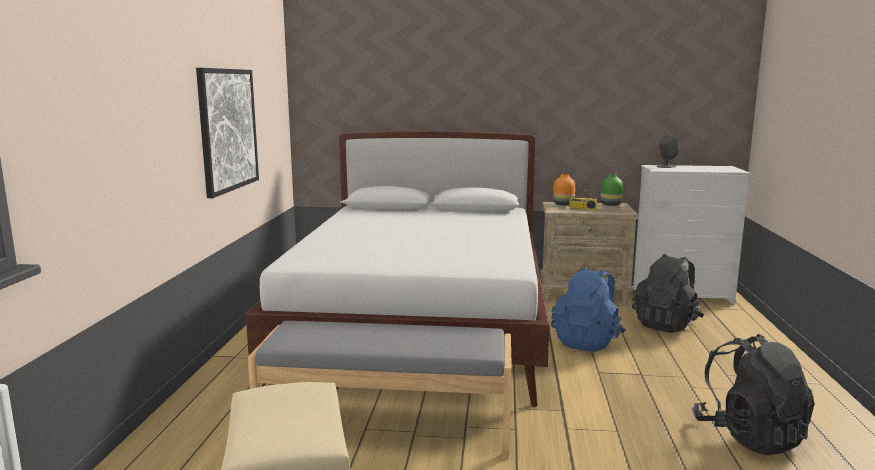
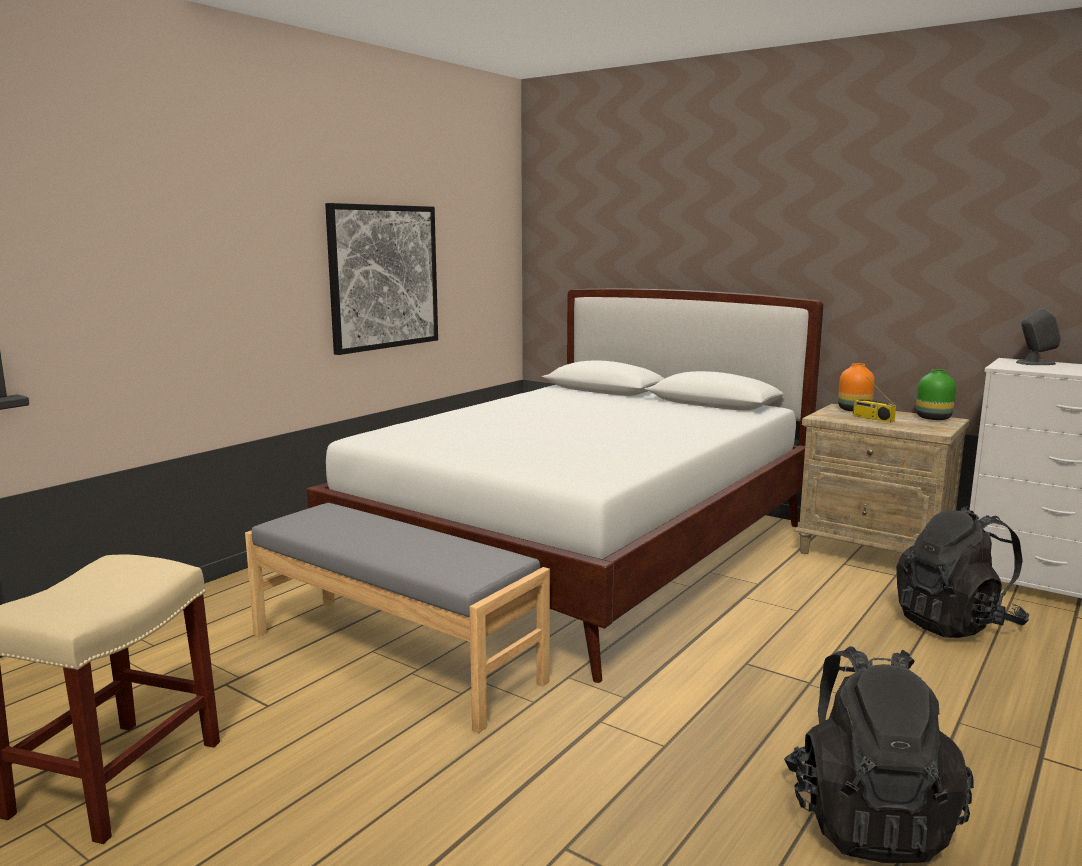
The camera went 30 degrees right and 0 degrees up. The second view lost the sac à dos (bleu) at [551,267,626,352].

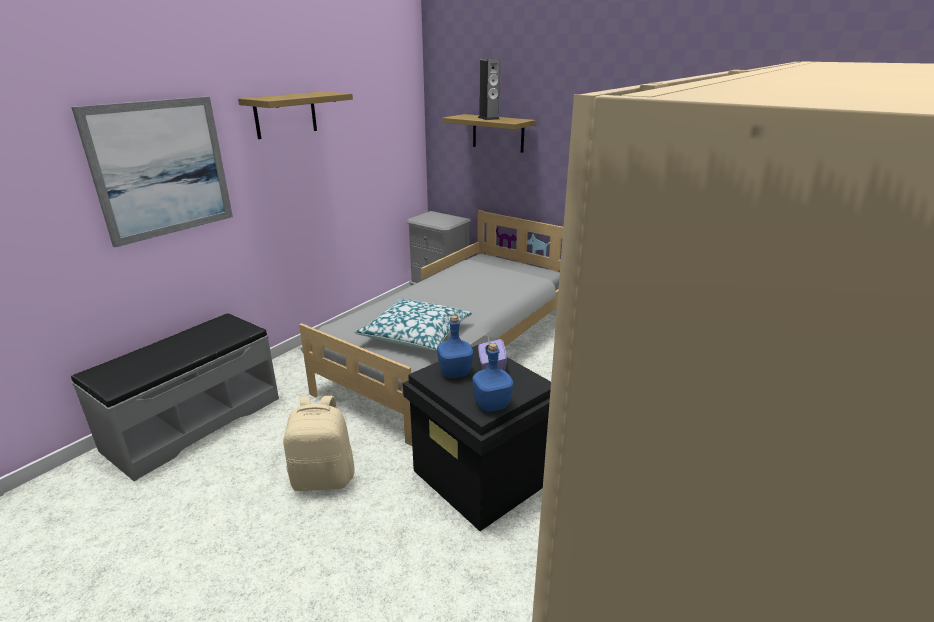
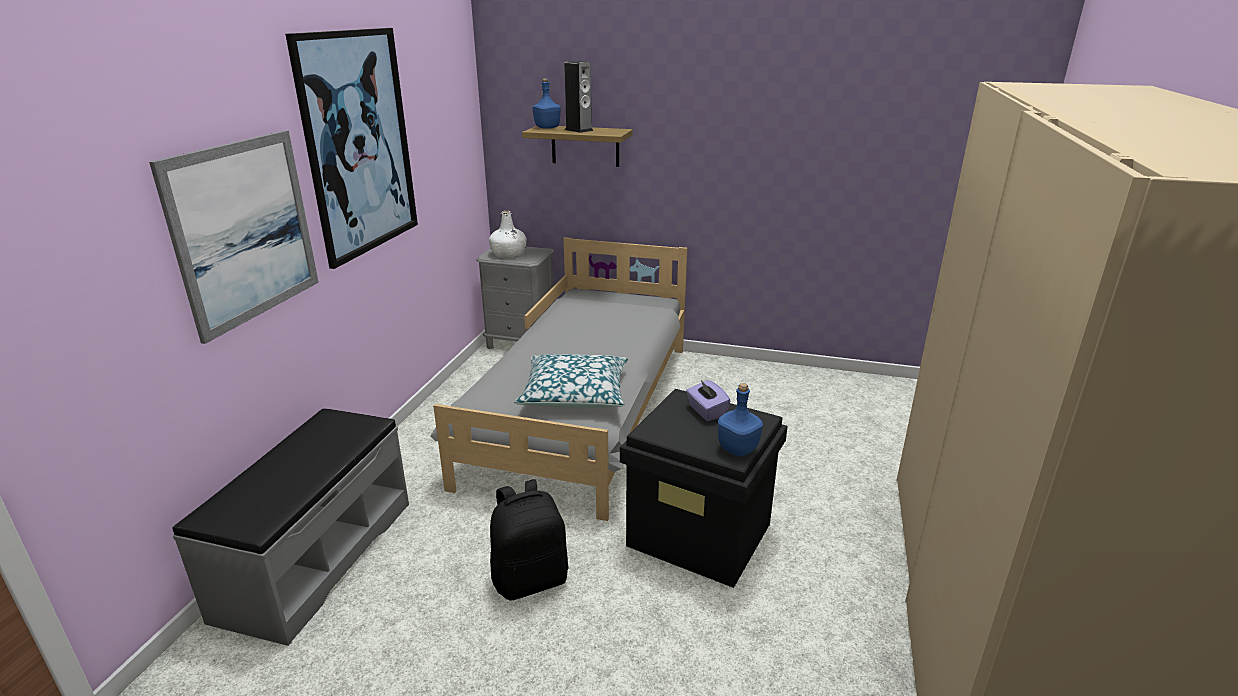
The camera went 20 degrees left and 0 degrees up. The second view gained the bouteille (blanc) at [489,210,527,258]. The bouteille (bleu) ended up elsewhere, having gone from [437,315,473,378] to [533,78,561,129]. Where the étagère hung at [238,92,353,139], the tableau came to hang at [285,28,418,269]. What was the sac à dos (beige) at [283,396,355,491] turned into the sac à dos (noir) at [490,479,568,601].

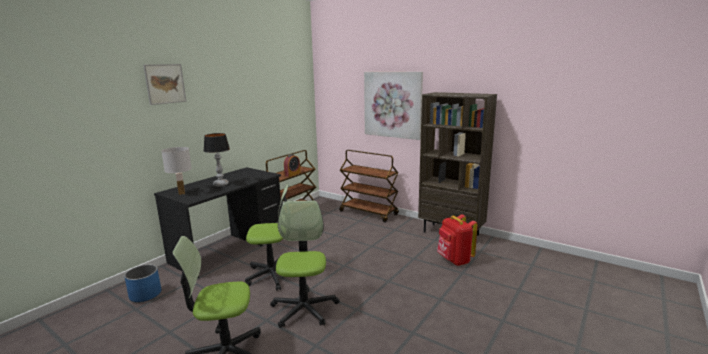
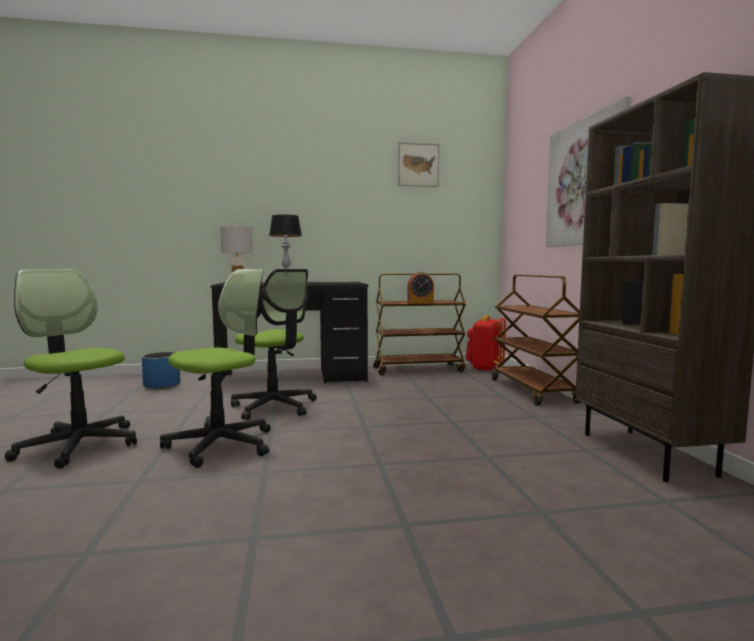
The camera went 45 degrees right and 10 degrees down. The tableau ended up elsewhere, having gone from [143,64,186,105] to [398,142,440,187]. The sac à dos (rouge) ended up elsewhere, having gone from [437,214,478,266] to [465,315,506,371].

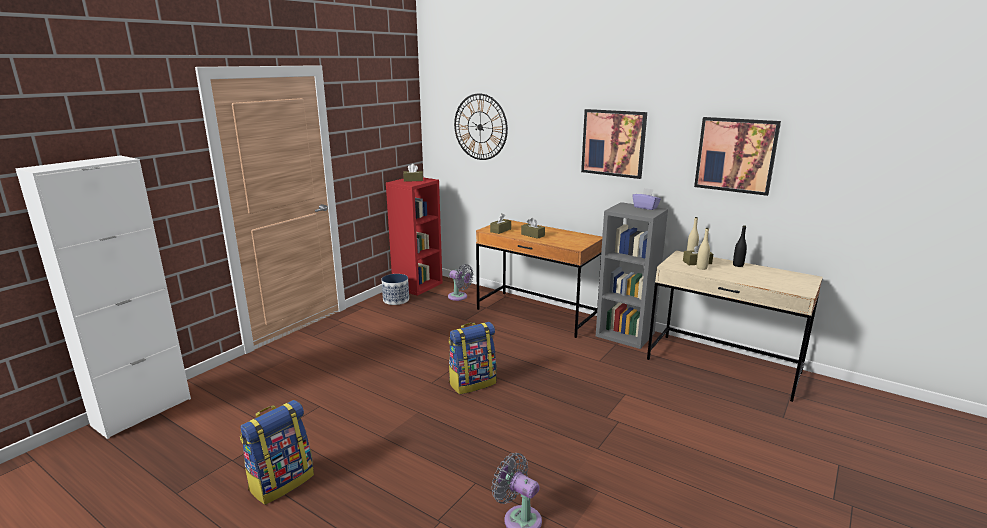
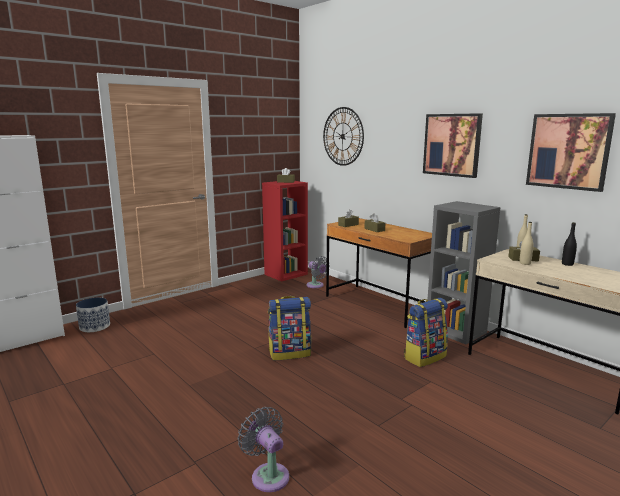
The camera went 15 degrees right and 5 degrees down. The second view lost the boîte à mouchoirs (violet) at [633,188,661,210]. The sac à dos ended up elsewhere, having gone from [240,400,314,505] to [404,298,448,367]. The cache-pot ended up elsewhere, having gone from [381,274,409,305] to [76,298,110,332].

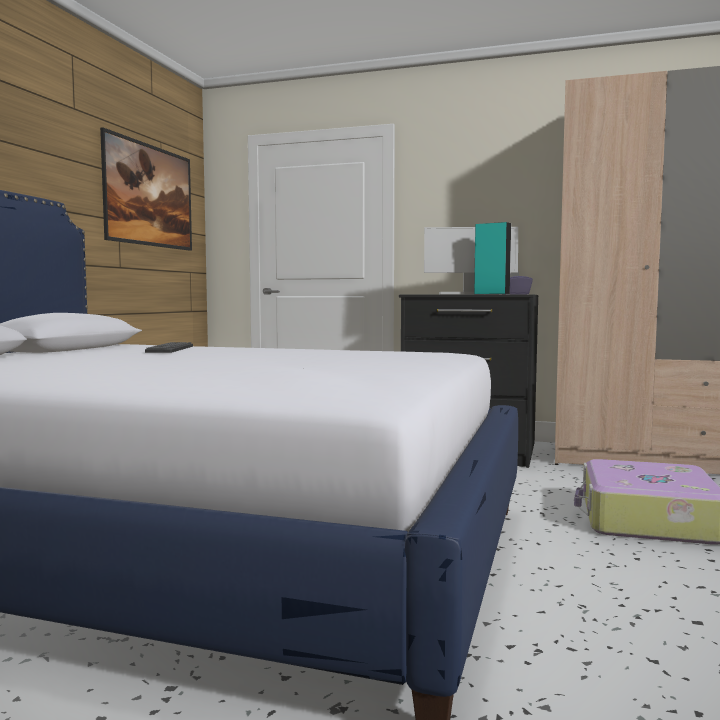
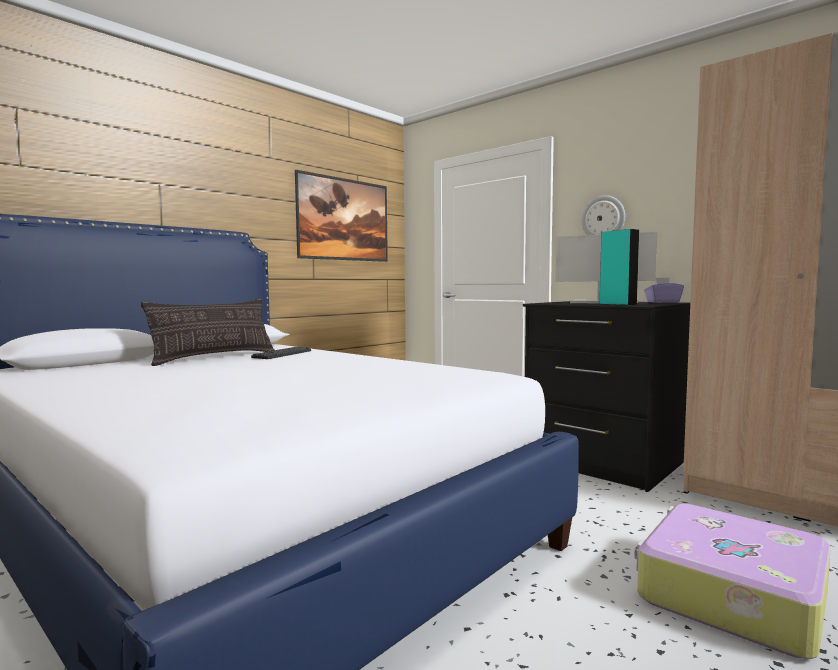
The camera went 25 degrees right and 0 degrees up. The second view gained the coussin at [141,298,274,366]. The second view gained the horloge murale at [581,195,625,235].

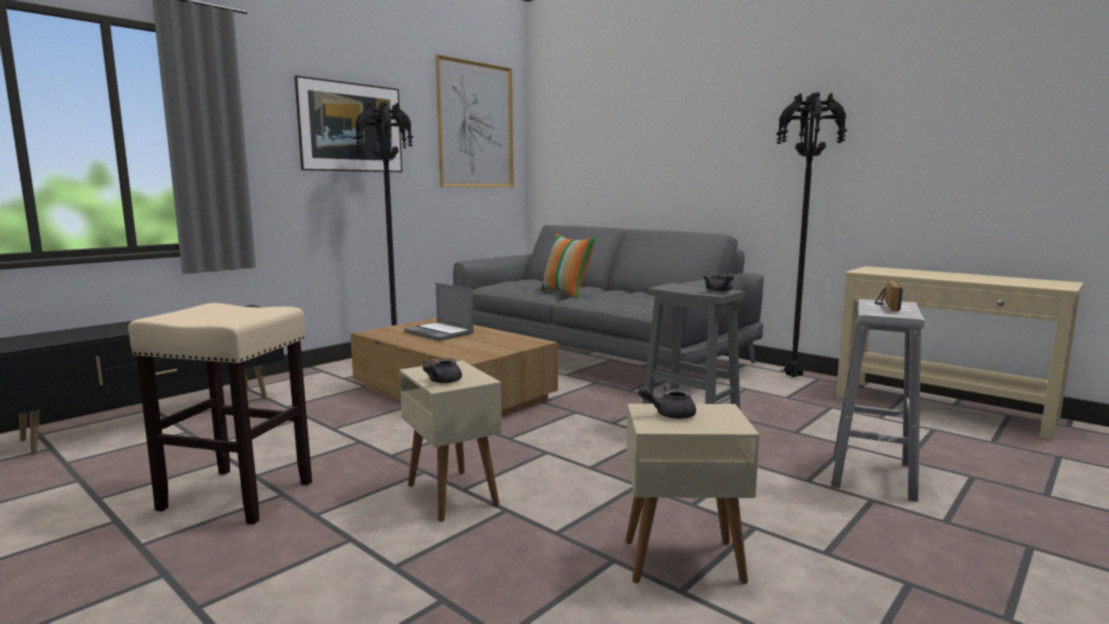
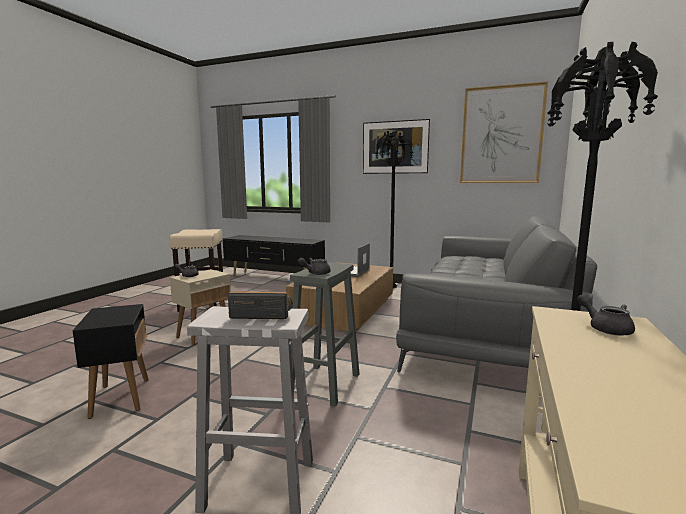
The camera went 70 degrees right and 0 degrees up. The second view lost the coussin at [540,233,596,299]. The théière (gris) ended up elsewhere, having gone from [638,385,696,419] to [577,294,635,335]. What was the table d'appoint (beige) at [625,404,759,584] turned into the table d'appoint (noir) at [73,304,149,419].

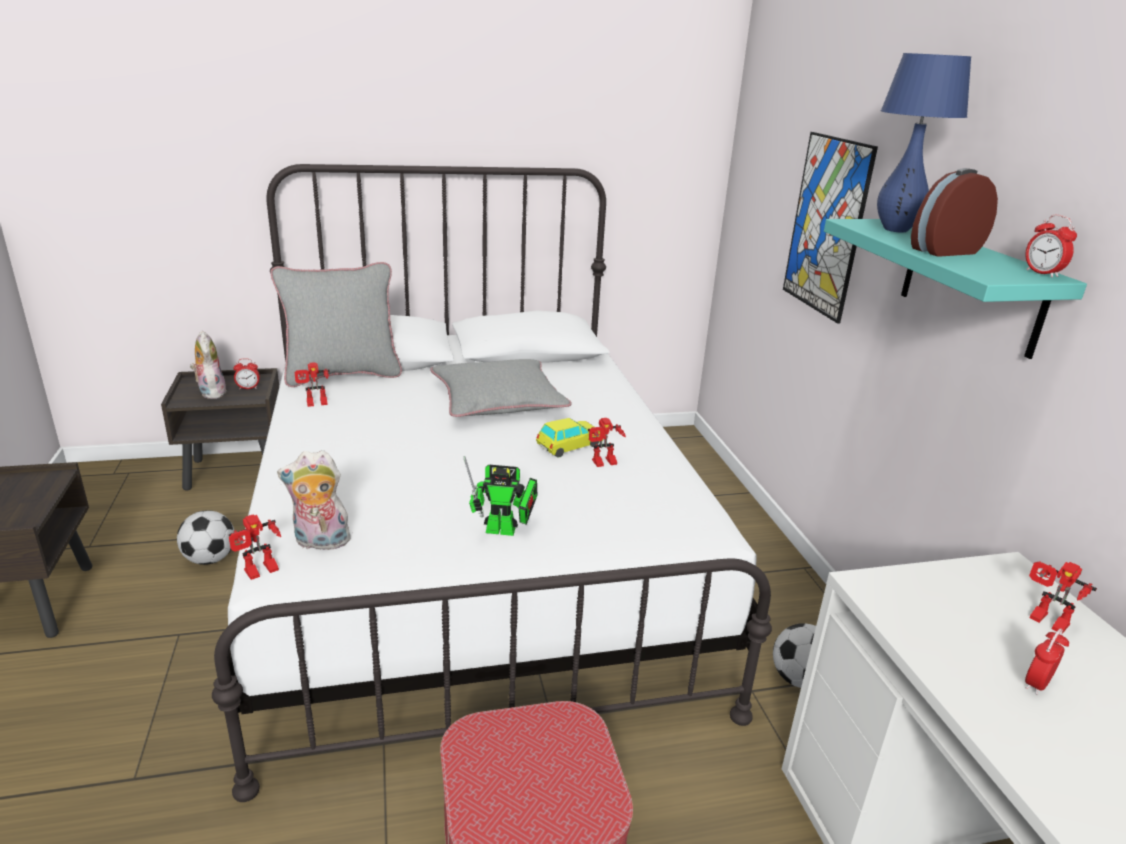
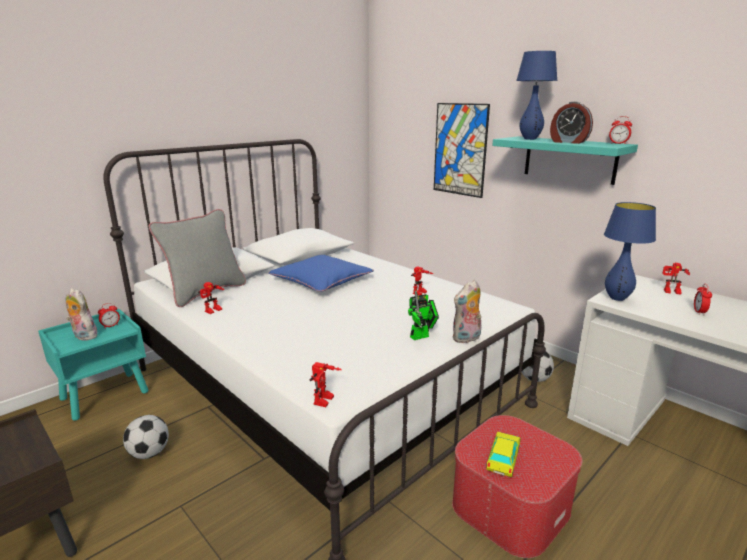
The camera went 30 degrees left and 5 degrees down. The second view gained the lampe de table (bleu) at [604,202,656,301]. The peluche ended up elsewhere, having gone from [277,450,353,550] to [453,280,481,344]. The petite voiture ended up elsewhere, having gone from [536,418,603,458] to [486,431,521,477]. What was the table de chevet (marron) at [161,368,279,491] turned into the table de chevet (turquoise) at [38,309,148,421]. What was the coussin (gris) at [430,359,572,417] turned into the coussin (bleu) at [268,255,374,292]. The réveil at [911,168,998,256] ended up facing another way, 90 degrees counterclockwise from before.

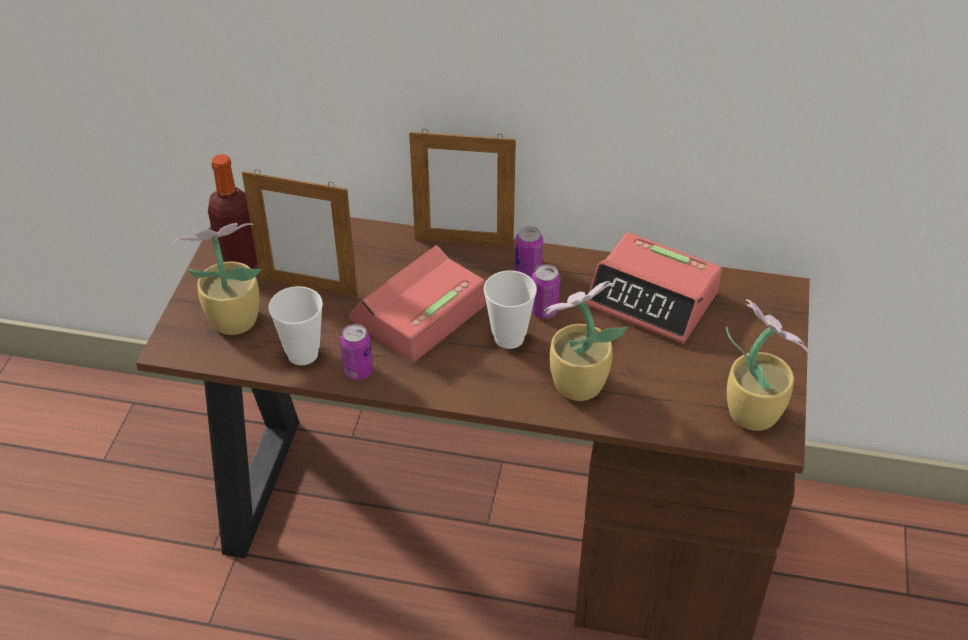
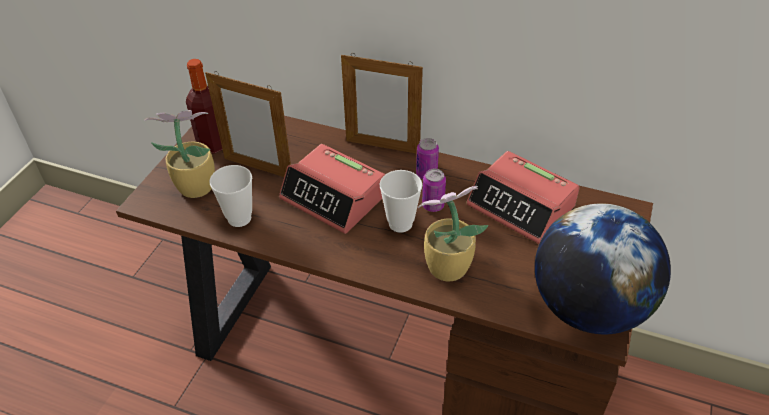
The camera went 10 degrees right and 0 degrees up. The second view lost the boîte métallique at [340,324,373,380]. Where the plante en pot stood at [726,299,808,431], the globe came to stand at [535,203,671,335]. The réveil at [349,245,485,362] ended up facing another way, 105 degrees counterclockwise from before.

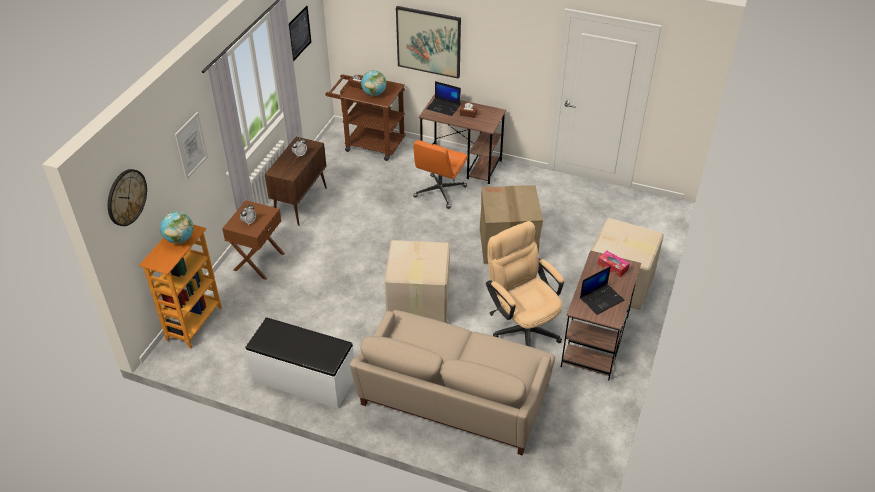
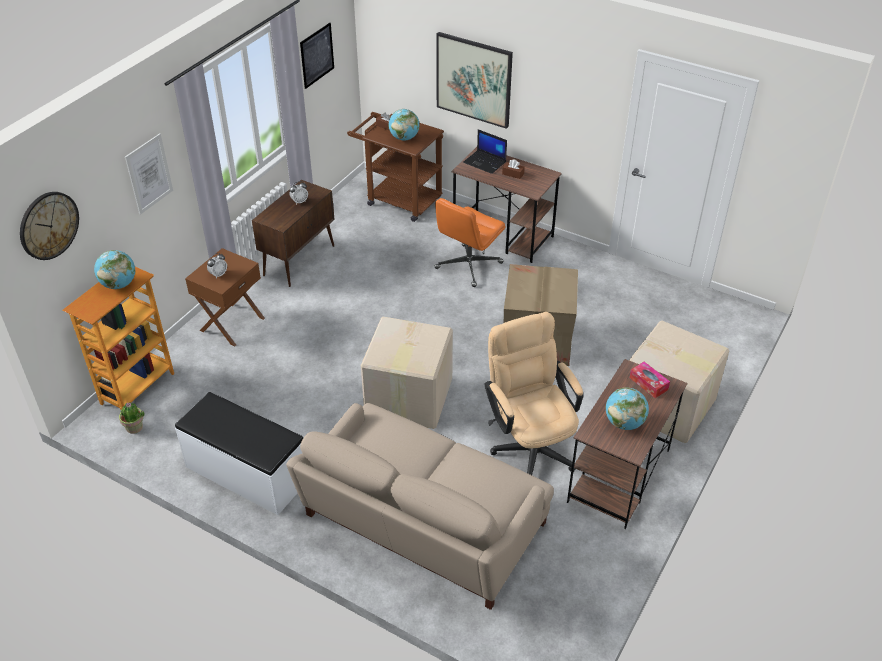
The camera went 10 degrees right and 0 degrees up. The second view gained the plante en pot at [119,402,145,434]. Where the ordinateur portable stood at [580,266,624,315], the globe came to stand at [606,387,649,430].

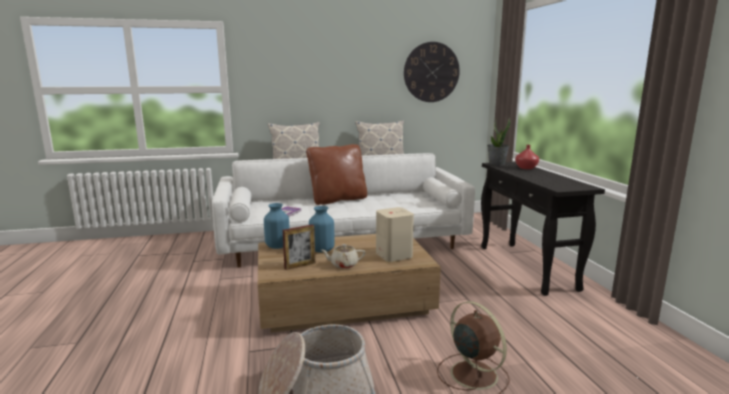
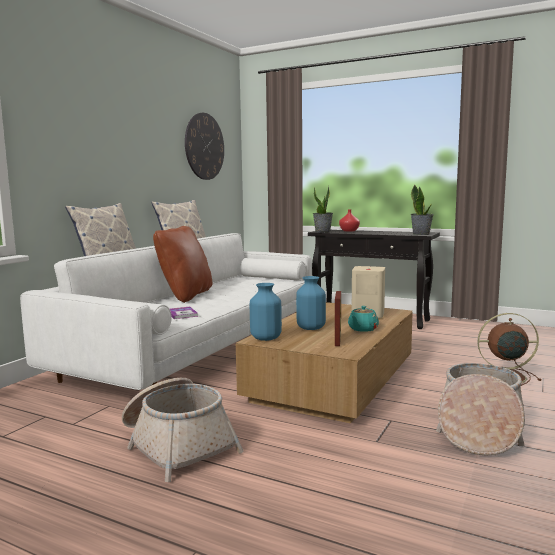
The camera went 50 degrees left and 5 degrees down. The second view gained the panier at [122,378,244,482]. The second view gained the plante en pot at [411,184,434,235]. What was the théière (beige) at [321,244,365,269] turned into the théière (turquoise) at [348,306,379,332].

